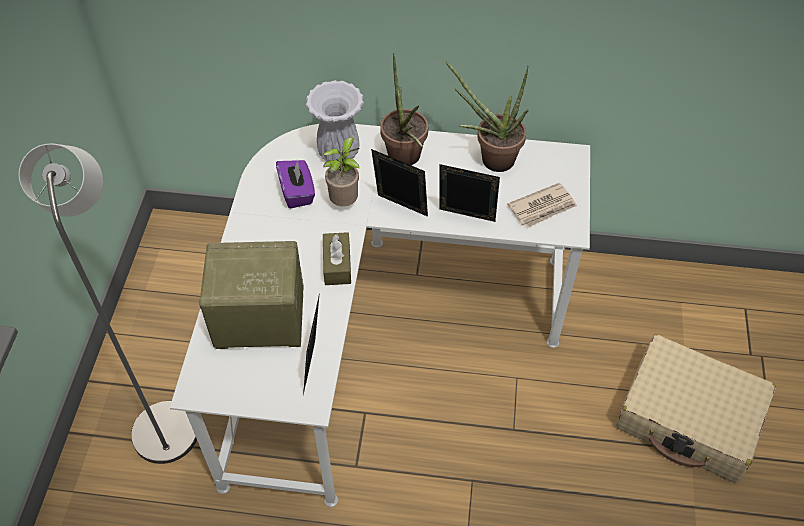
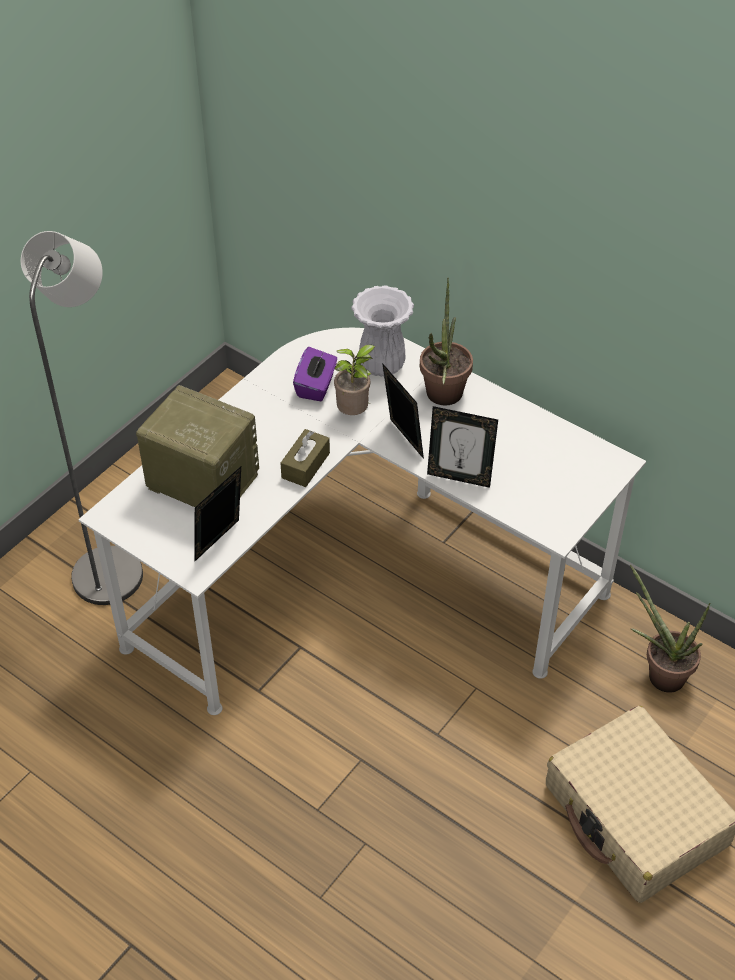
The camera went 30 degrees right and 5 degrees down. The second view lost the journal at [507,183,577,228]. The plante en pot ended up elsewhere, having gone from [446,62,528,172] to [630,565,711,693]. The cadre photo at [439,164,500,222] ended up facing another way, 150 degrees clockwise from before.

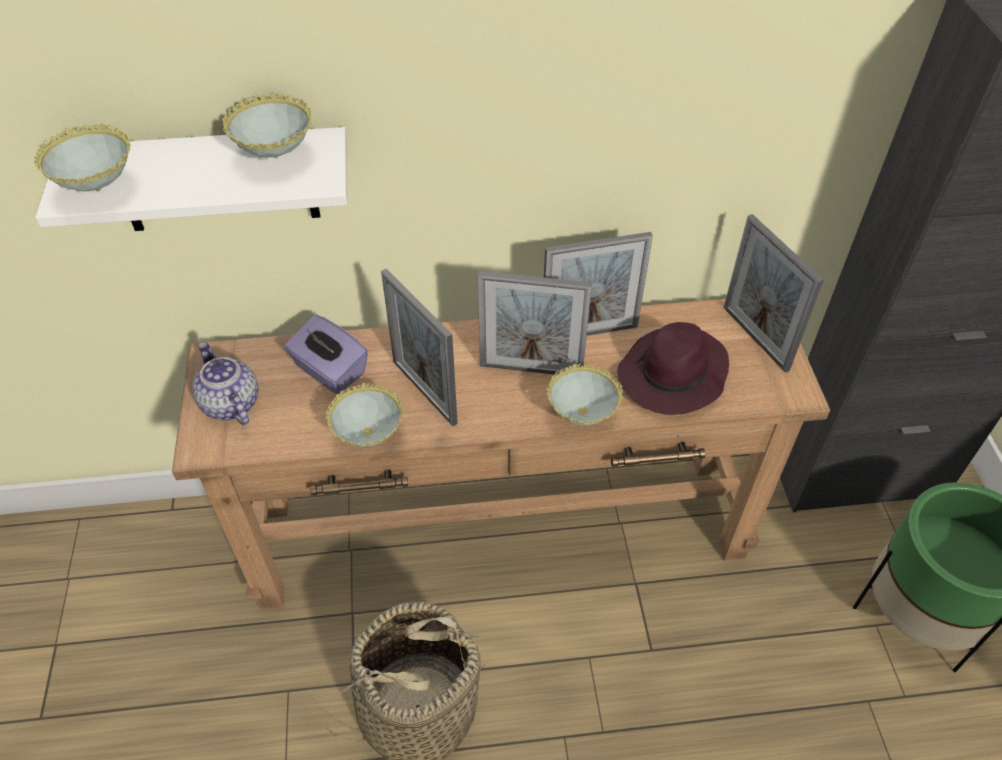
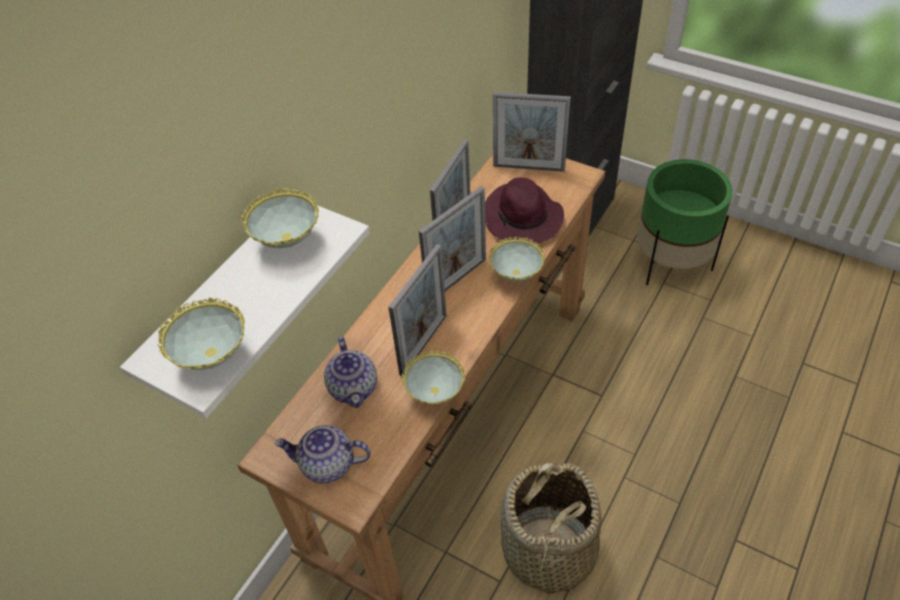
The camera went 50 degrees left and 0 degrees up. Where the boîte à mouchoirs (violet) stood at [284,315,368,394], the théière came to stand at [324,337,377,408]. The cadre photo at [381,269,458,426] ended up facing another way, 60 degrees counterclockwise from before.

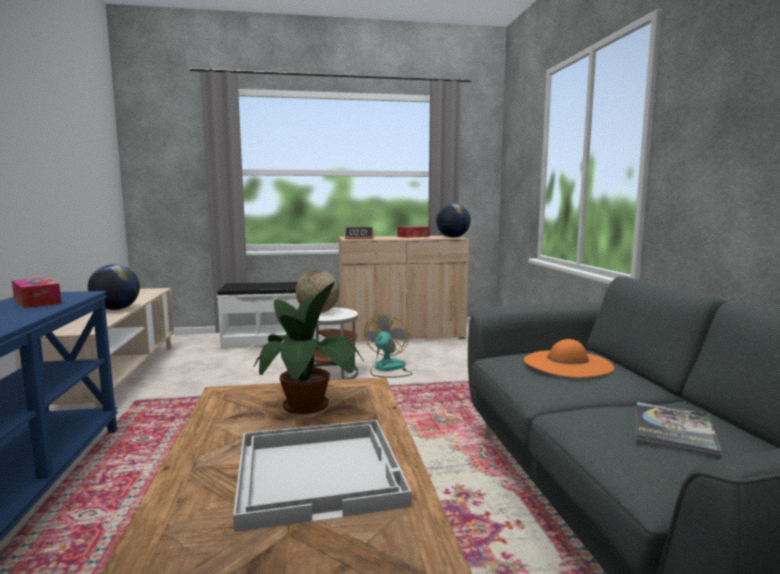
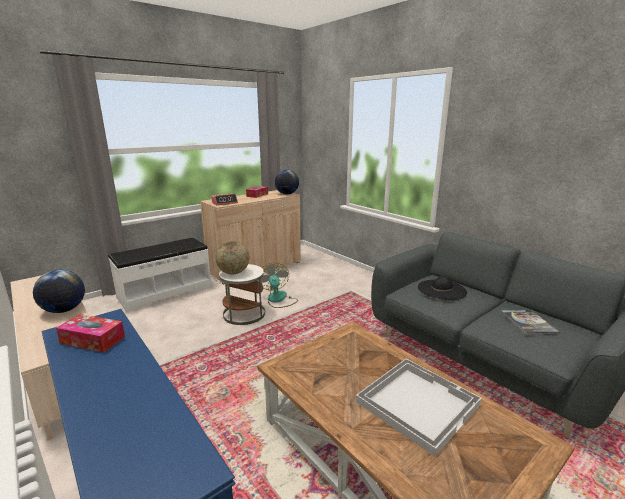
The camera went 30 degrees left and 10 degrees up. The second view lost the plante en pot at [254,282,364,414]. What was the chapeau (orange) at [524,339,614,377] turned into the chapeau (noir) at [418,276,467,300].

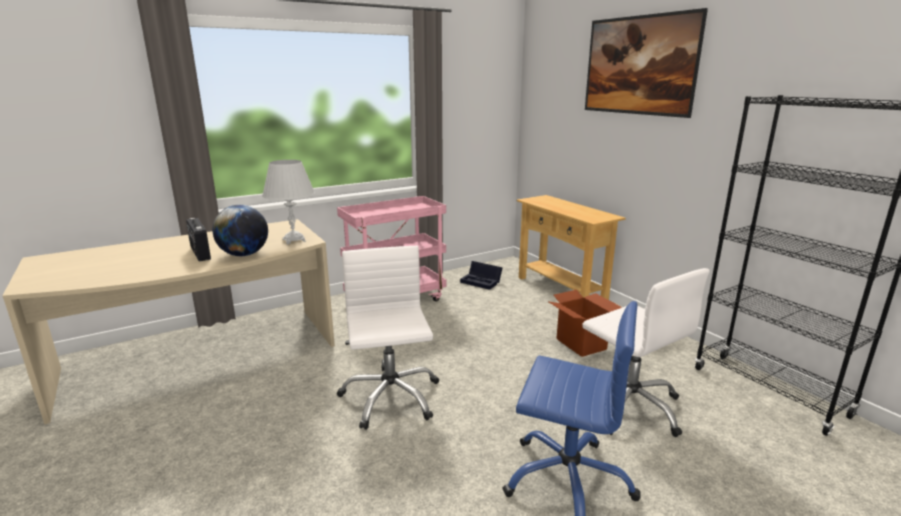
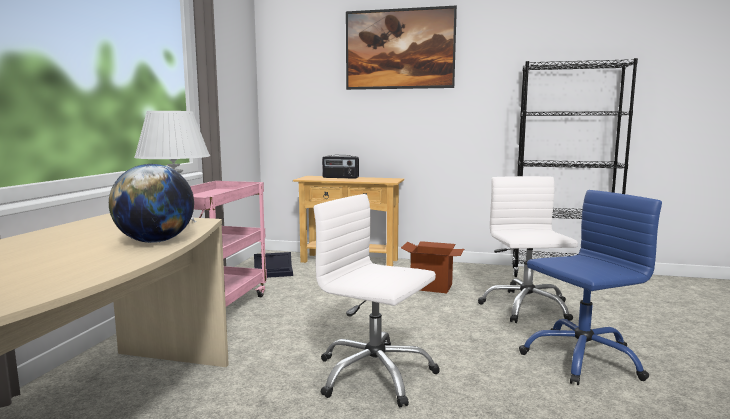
The camera went 45 degrees left and 10 degrees down. The radio ended up elsewhere, having gone from [186,218,211,262] to [322,155,359,179]. The chaise de bureau (blanc) at [582,268,709,437] ended up facing another way, 105 degrees counterclockwise from before.

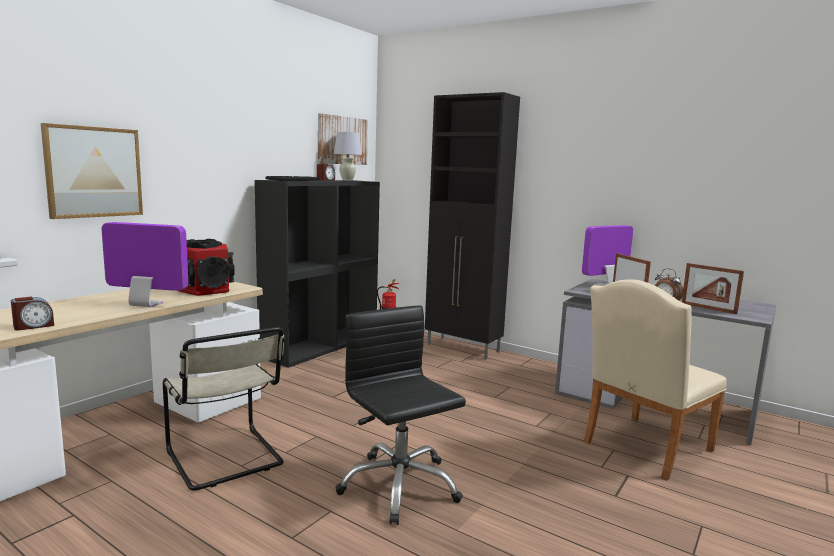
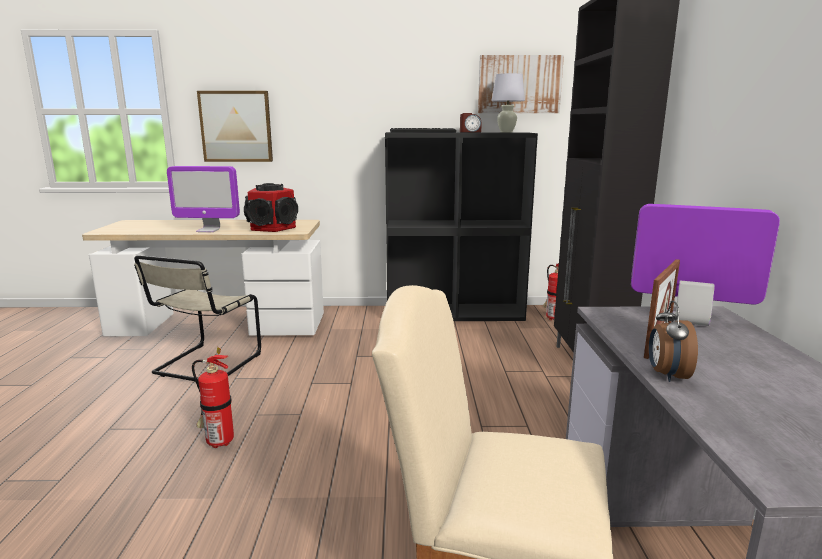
The camera went 55 degrees right and 5 degrees up. The second view lost the réveil at [11,297,54,330]. The second view lost the cadre photo at [682,263,744,314]. Where the chaise de bureau (noir) stood at [335,305,466,525], the extincteur came to stand at [192,347,234,448]. The écran d'ordinateur at [102,222,188,307] ended up facing another way, 120 degrees clockwise from before.

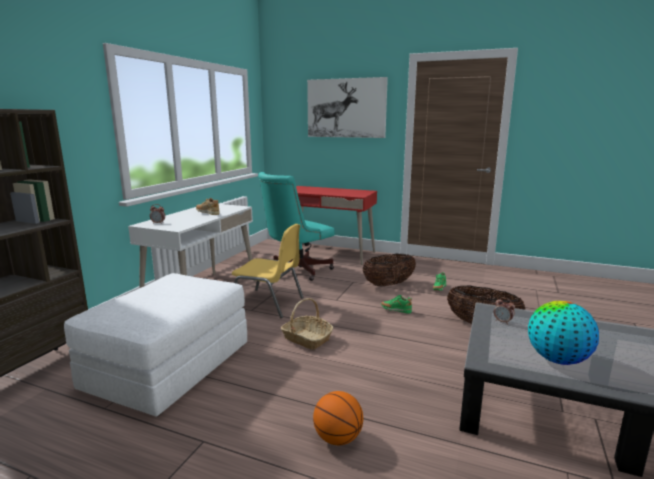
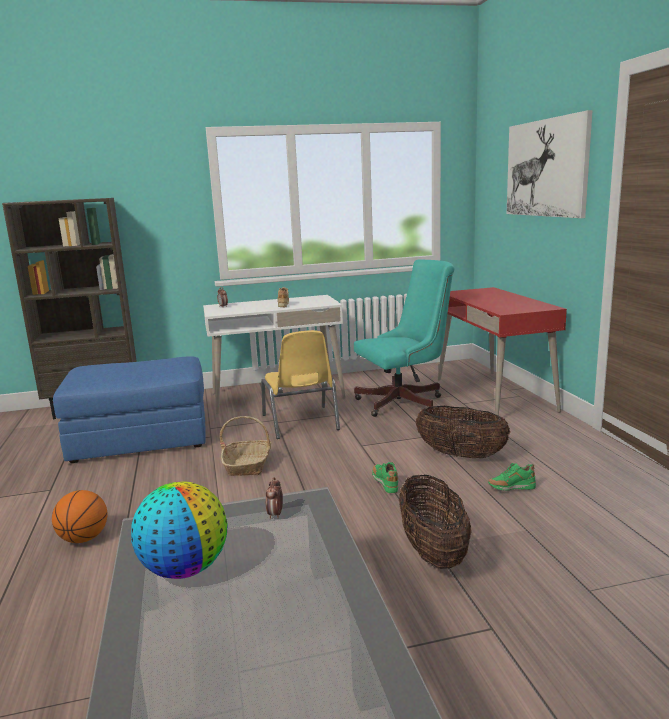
The camera went 55 degrees right and 0 degrees up. What was the pouf (blanc) at [64,273,247,417] turned into the pouf (bleu) at [53,356,206,463]. The chaise de bureau (turquoise) at [258,172,335,281] ended up facing another way, 150 degrees clockwise from before.

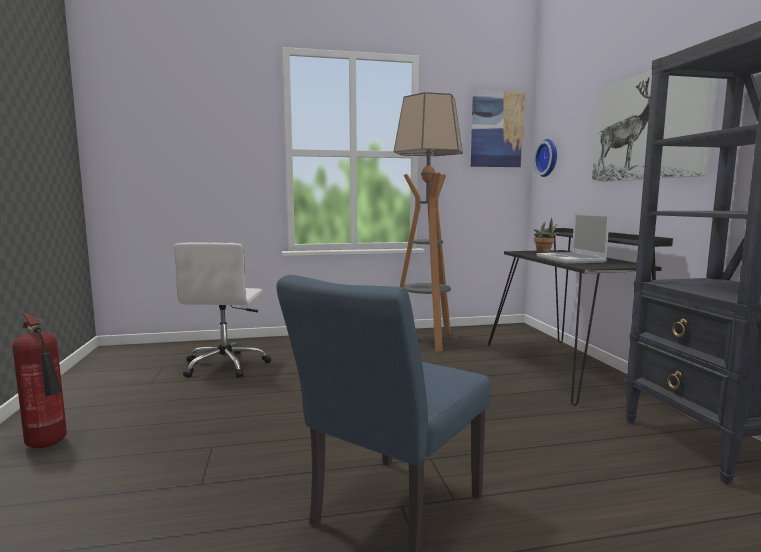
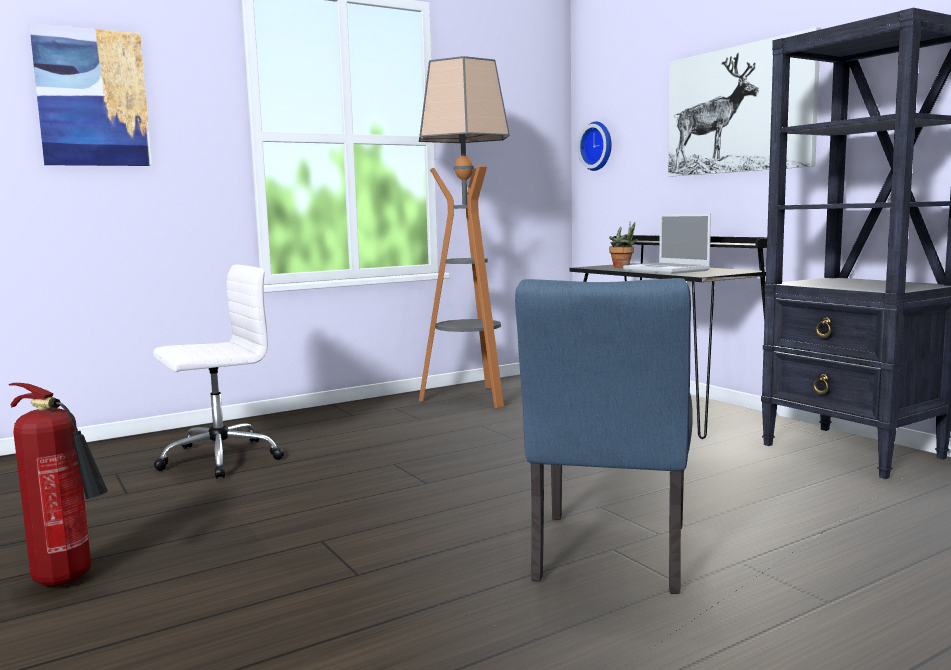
The camera went 20 degrees left and 0 degrees up. The tableau ended up elsewhere, having gone from [471,90,525,167] to [29,23,152,166]. The chaise de bureau (blanc) at [174,242,271,378] ended up facing another way, 105 degrees counterclockwise from before.

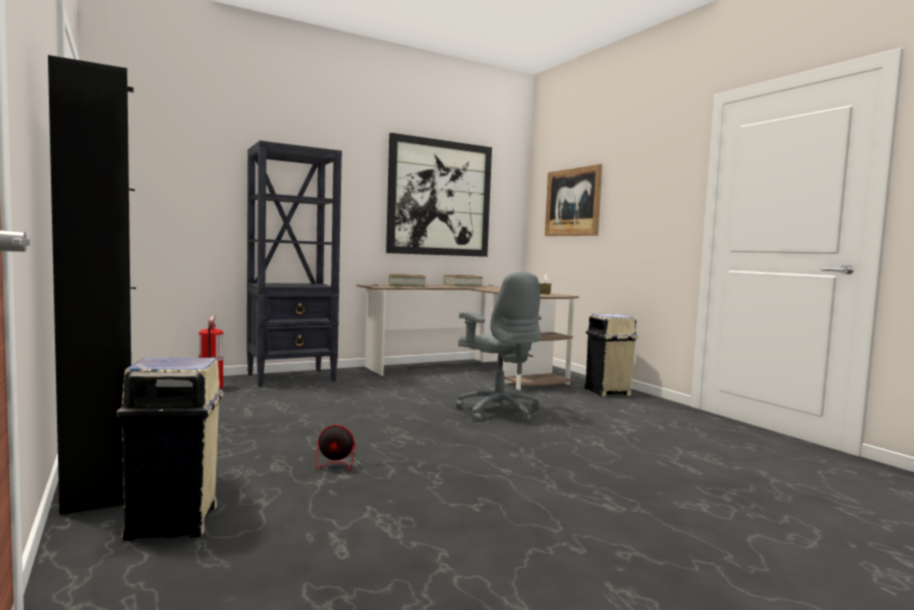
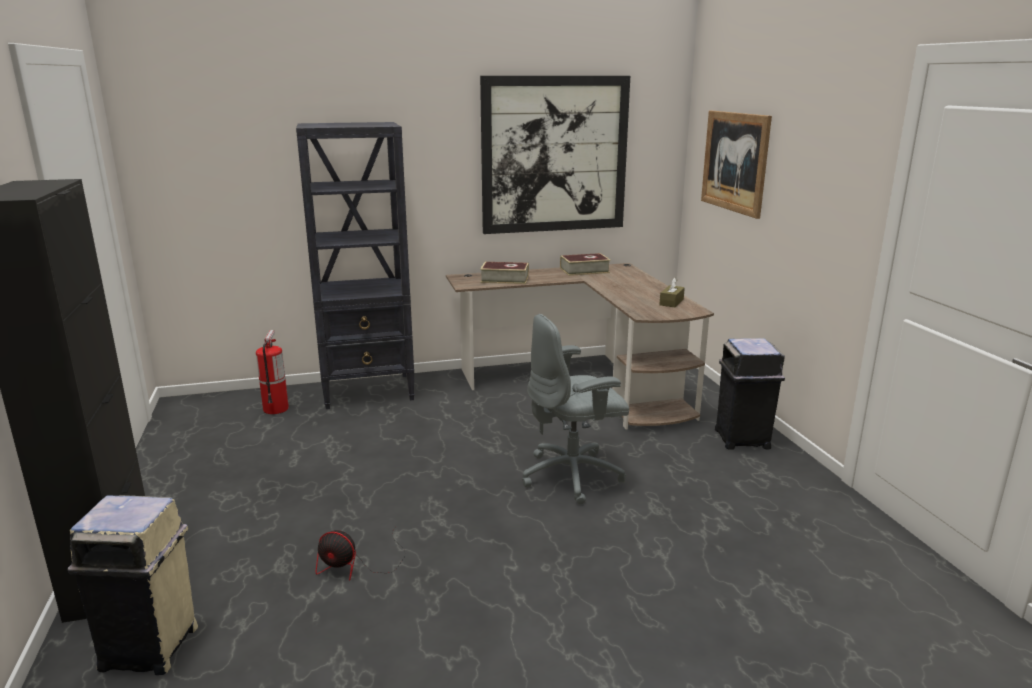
The camera went 15 degrees right and 15 degrees up. What was the poubelle (beige) at [584,314,638,396] turned into the poubelle (noir) at [715,338,785,450]. The chaise de bureau (gris) at [456,272,542,423] ended up facing another way, 90 degrees clockwise from before.

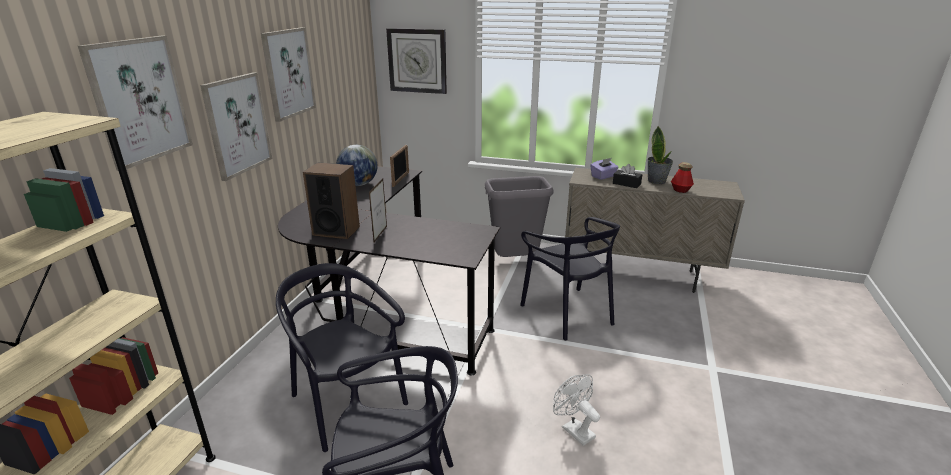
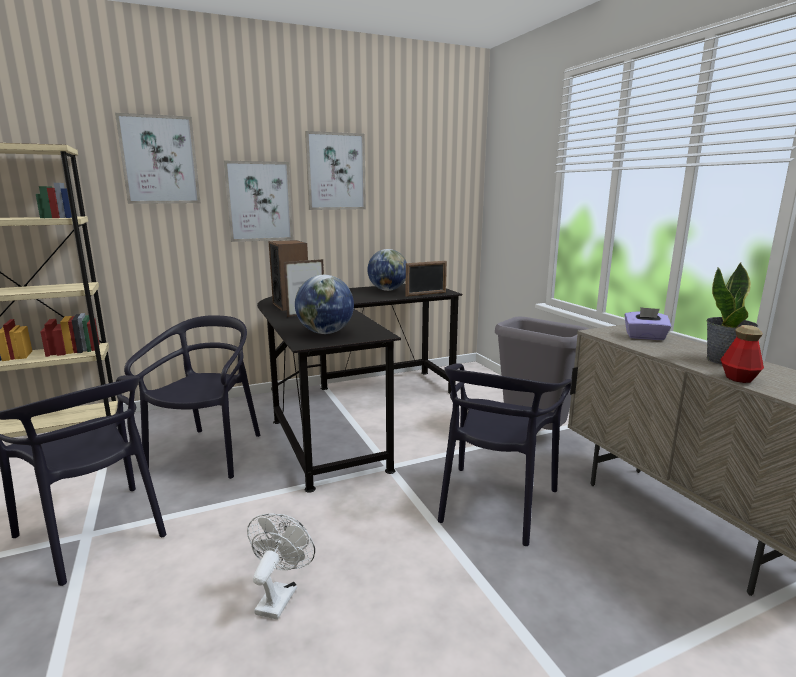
The camera went 50 degrees right and 10 degrees down. The second view lost the horloge murale at [386,28,447,94]. The second view lost the boîte à mouchoirs (noir) at [613,164,642,188]. The second view gained the globe at [295,275,354,334].

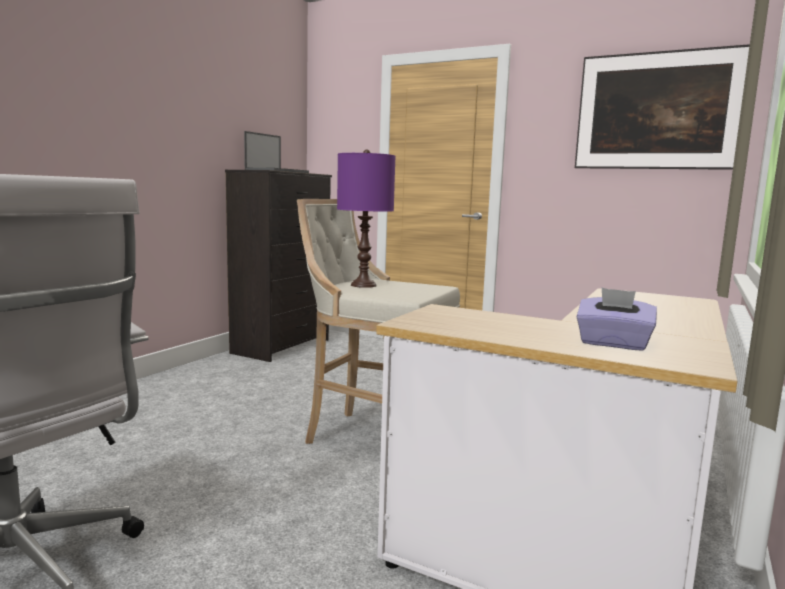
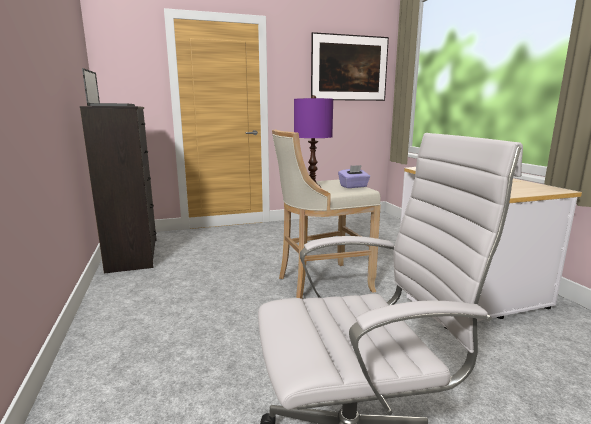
The camera went 45 degrees left and 5 degrees up. The boîte à mouchoirs (violet) ended up elsewhere, having gone from [577,288,657,351] to [338,165,370,188].

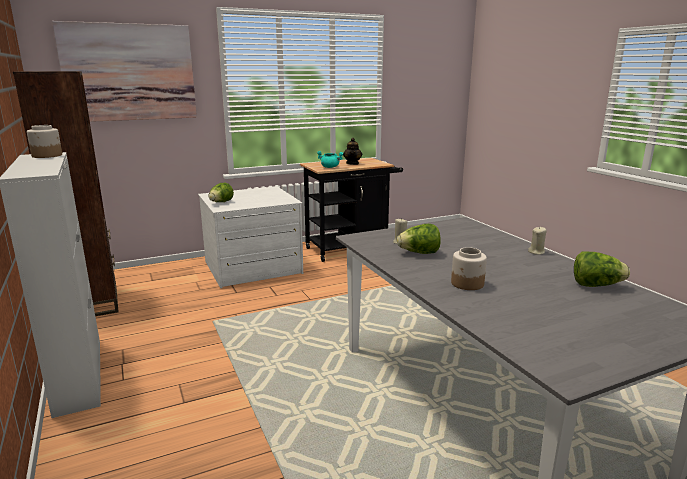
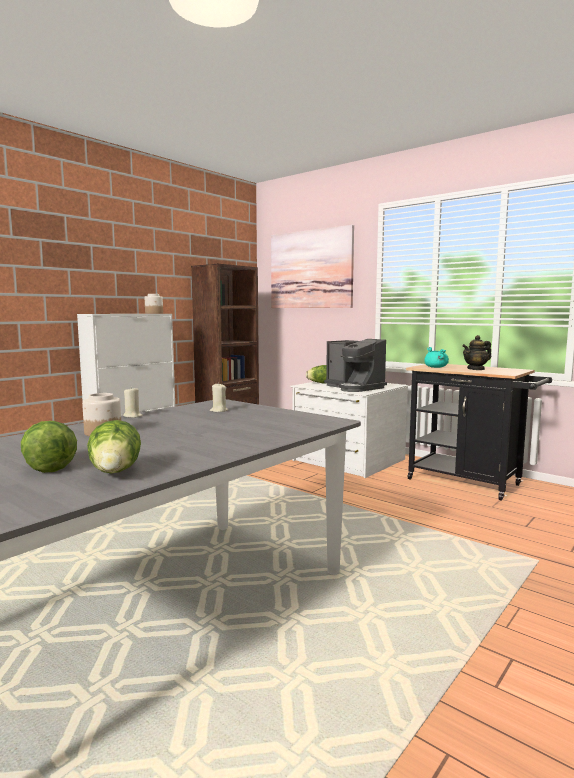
The camera went 65 degrees right and 10 degrees down. The second view gained the machine à café at [324,339,387,392]. The laitue ended up elsewhere, having gone from [397,224,441,254] to [21,421,77,473]. The bougie (beige) ended up elsewhere, having gone from [528,227,547,255] to [123,387,143,418].

